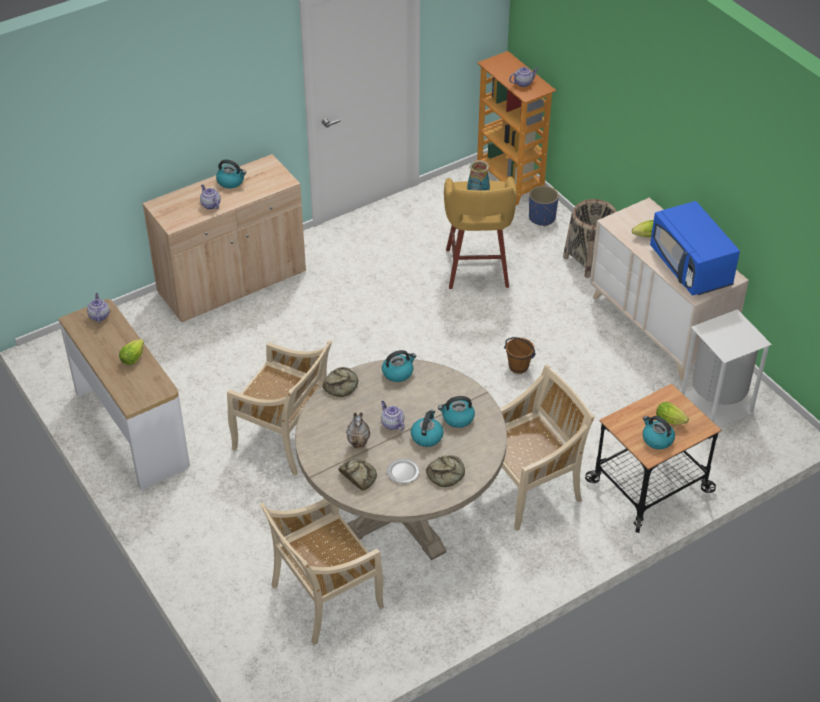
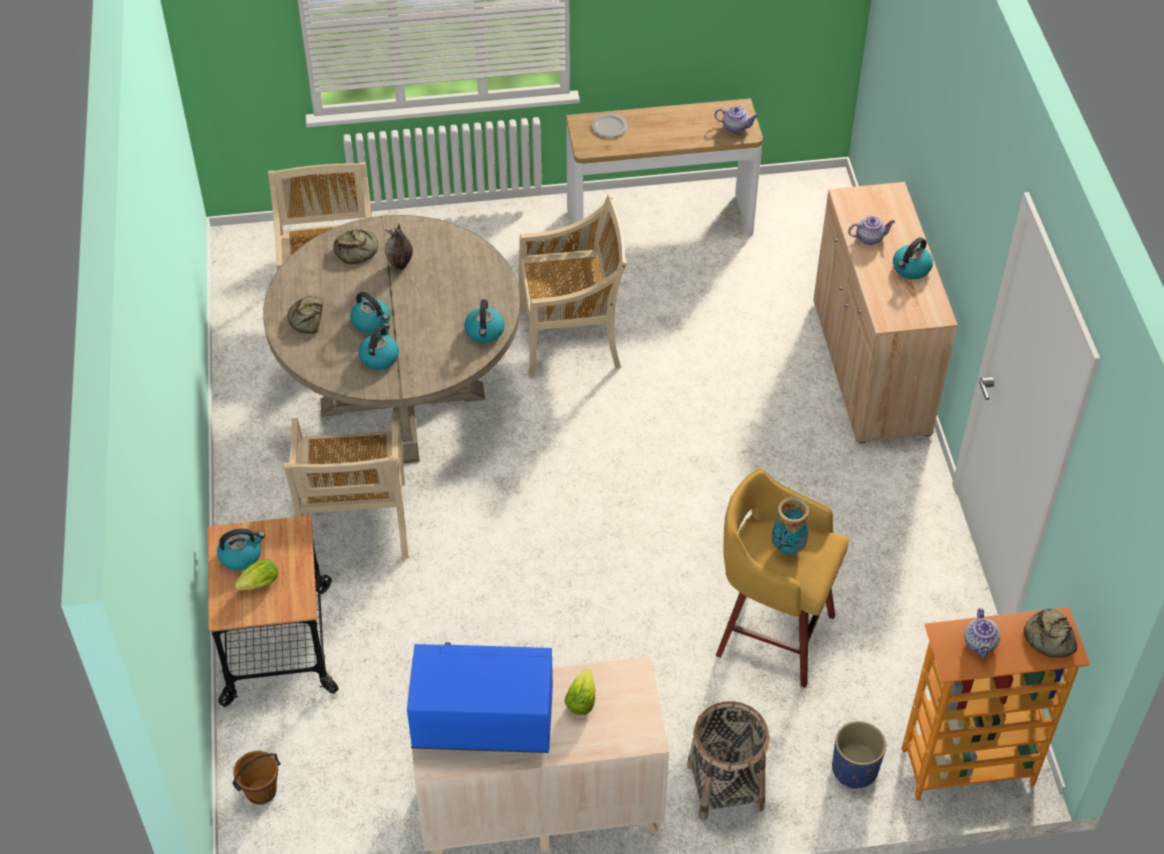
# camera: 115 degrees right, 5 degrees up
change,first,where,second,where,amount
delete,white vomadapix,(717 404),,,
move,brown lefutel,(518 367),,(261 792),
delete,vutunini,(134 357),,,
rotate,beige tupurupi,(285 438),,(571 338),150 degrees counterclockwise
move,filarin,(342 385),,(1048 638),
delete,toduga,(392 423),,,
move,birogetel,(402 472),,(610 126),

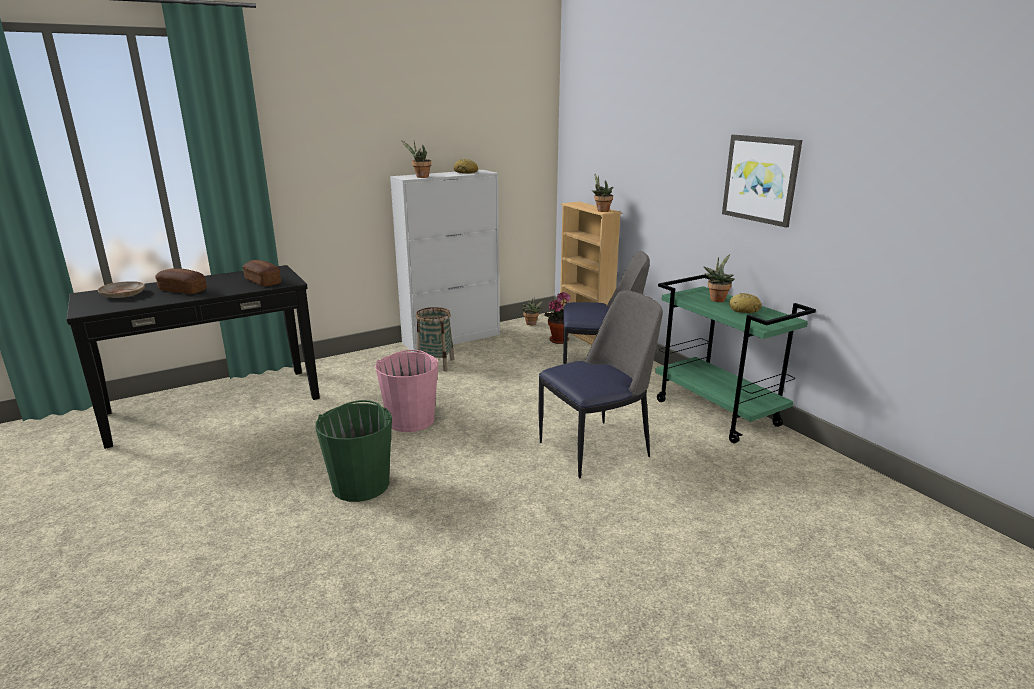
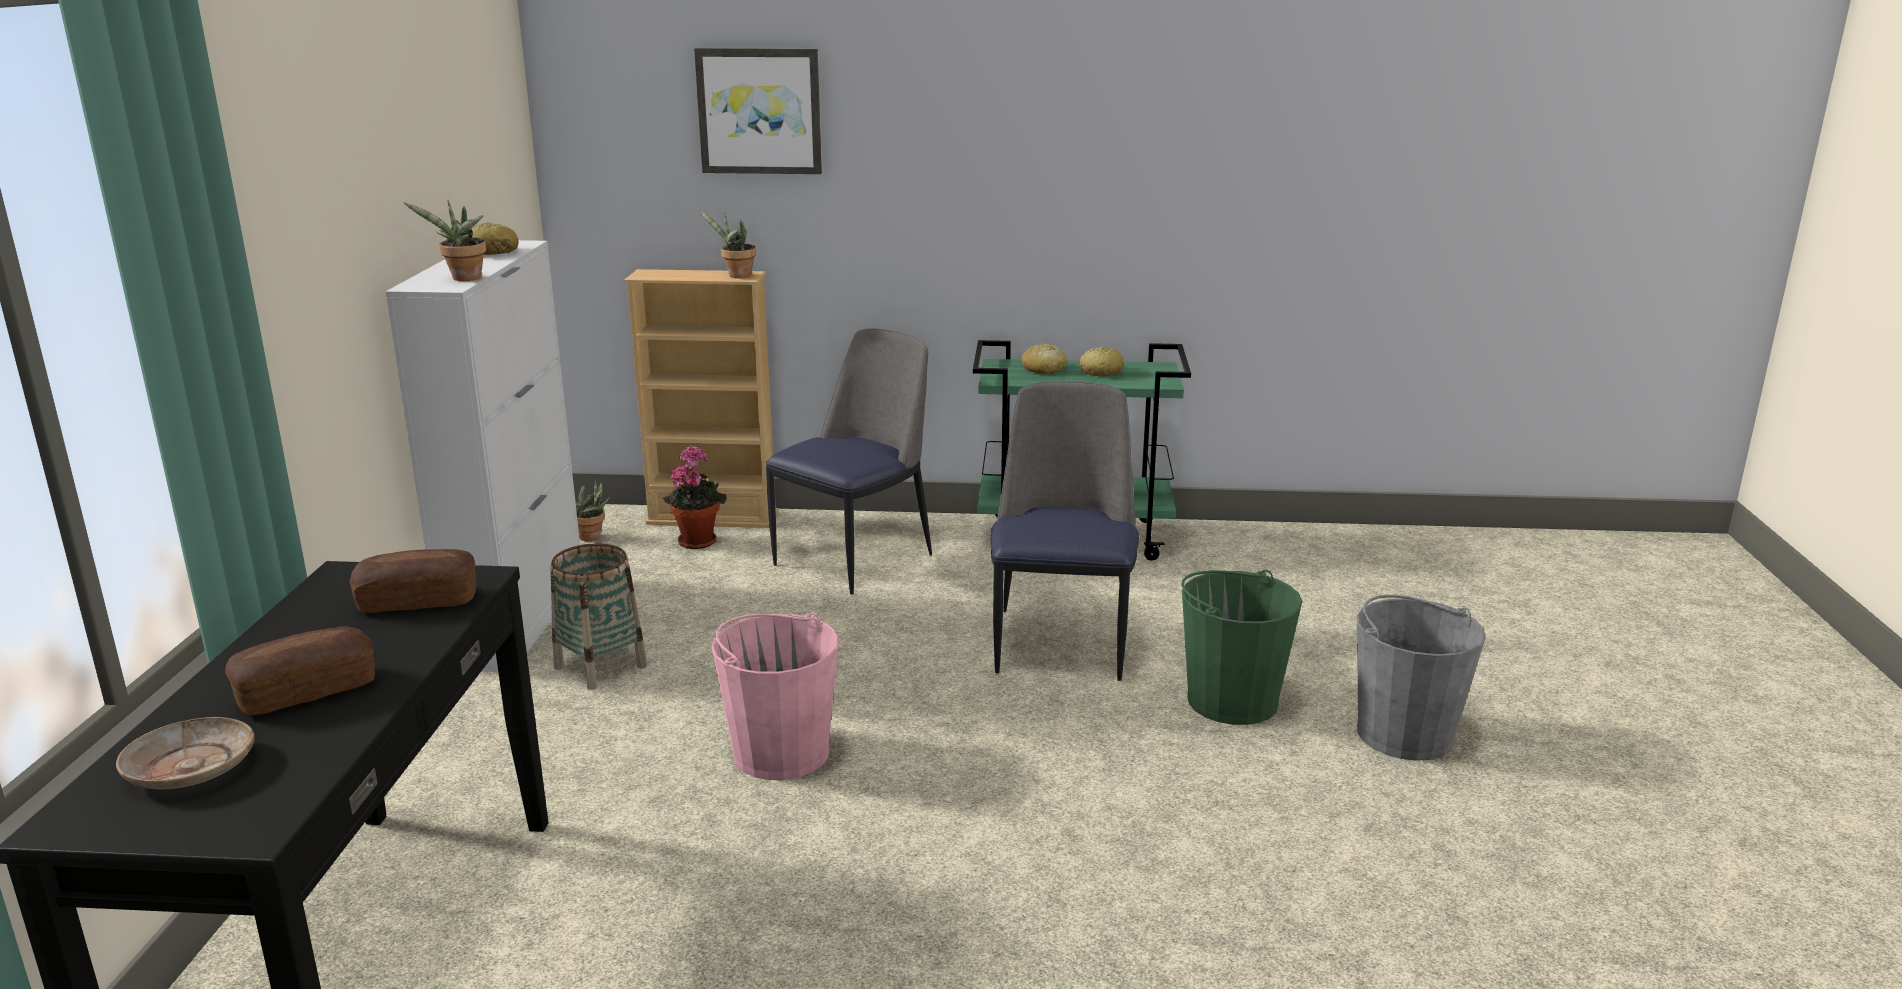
# camera: 55 degrees left, 0 degrees up
change,first,where,second,where,amount
move,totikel,(761 179),,(759 111),
replace,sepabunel,(717 299),filarin,(1044 369),
move,green lefutel,(361 484),,(1231 701),
insert,,,grey lefutel,(1404 734),

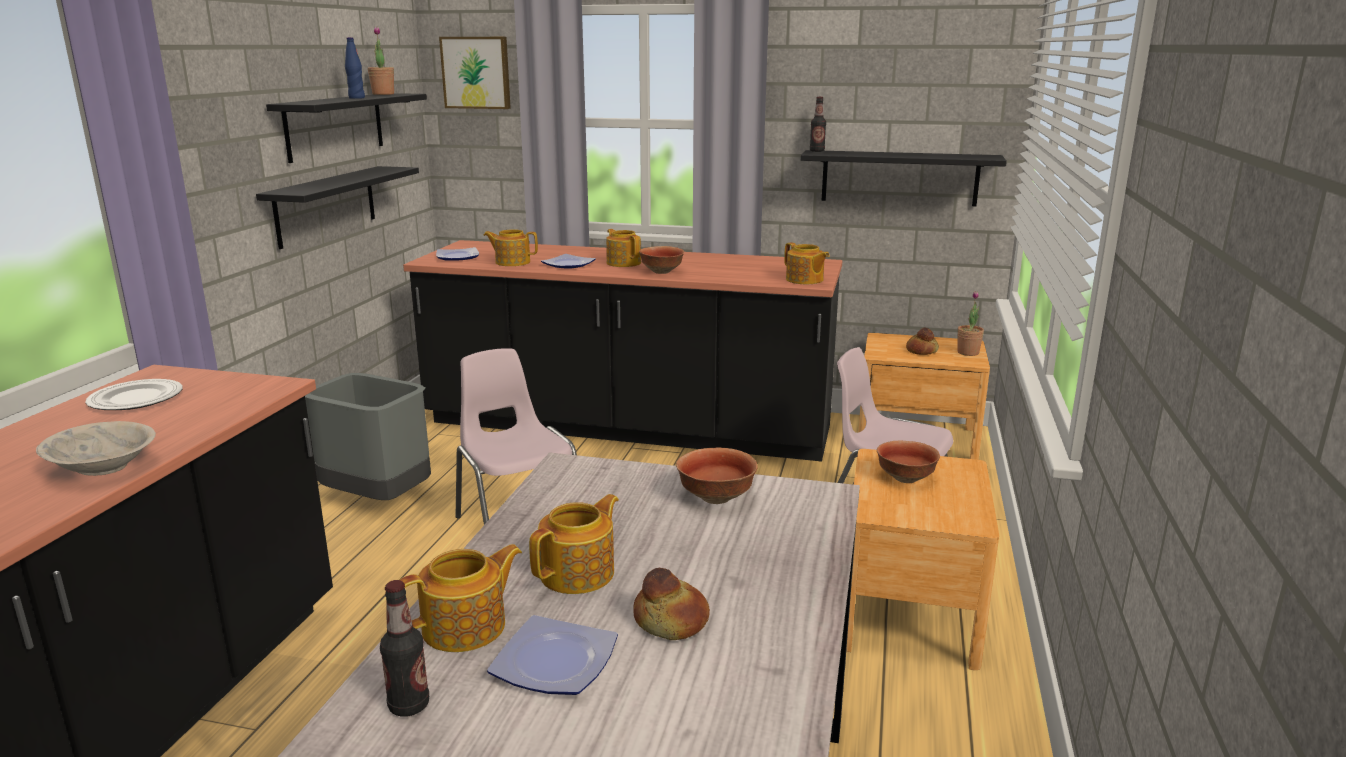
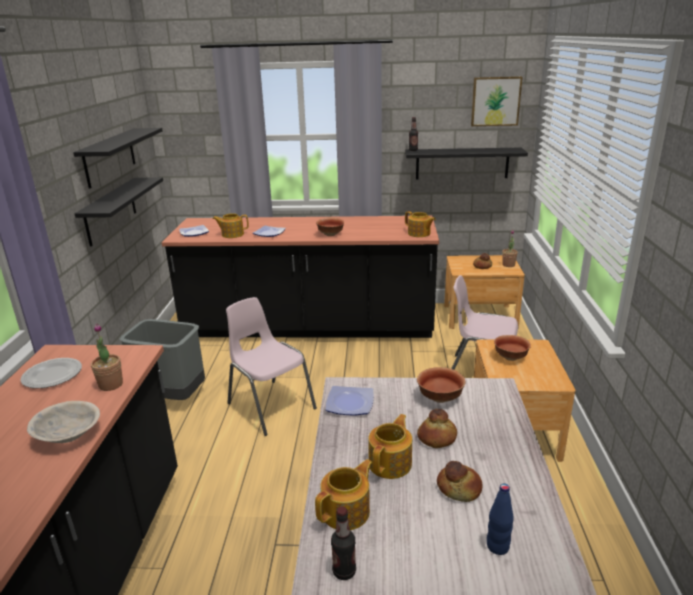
# camera: 10 degrees left, 5 degrees up
change,first,where,second,where,amount
move,sepabunel,(383 94),,(111 385),
move,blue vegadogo,(356 98),,(497 546),
move,totikel,(476 72),,(495 101),
delete,toduga,(623 263),,,
move,birogetel,(557 662),,(351 403),
insert,,,filarin,(437 438),

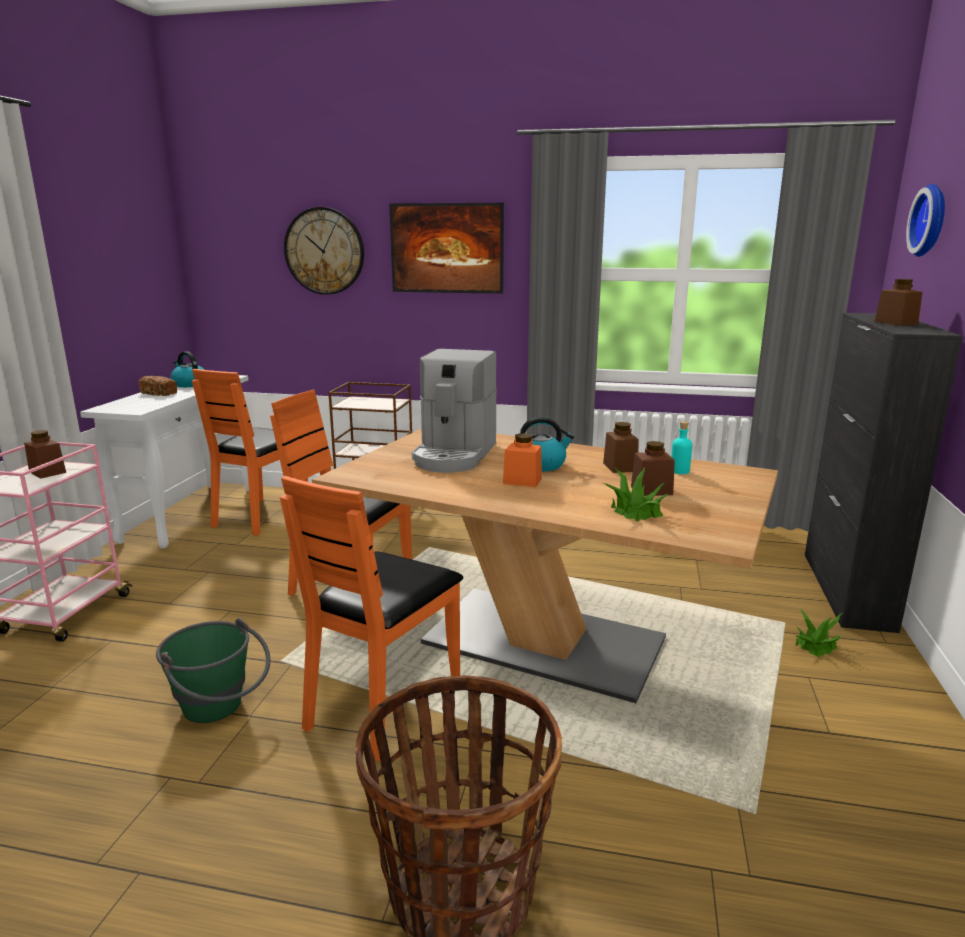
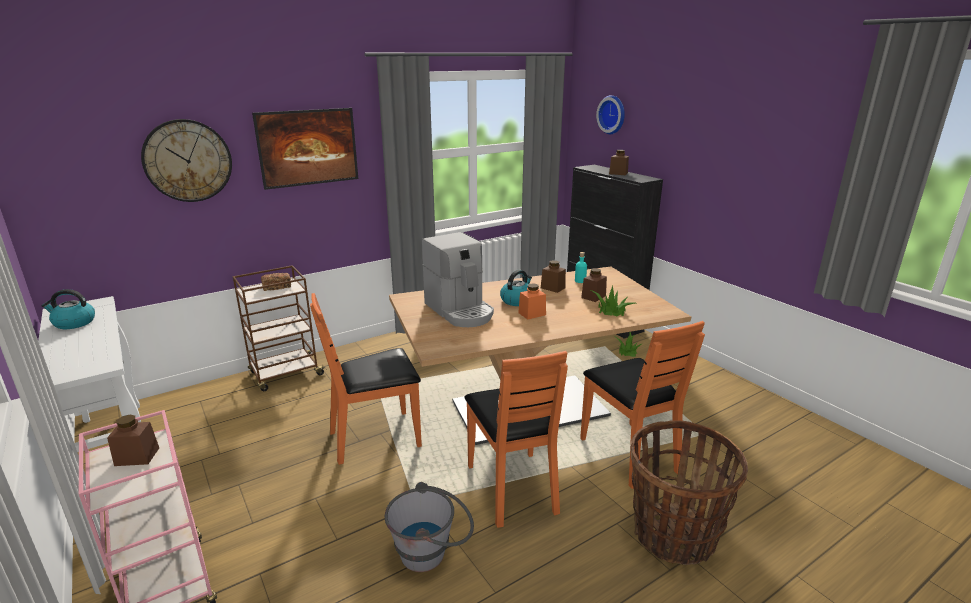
# camera: 45 degrees left, 5 degrees up
change,first,where,second,where,amount
move,orange tupurupi,(261 516),,(629 454),
move,filarin,(159 393),,(277 287),
recolor,green lefutel,(220 709),grey lefutel,(432 552),

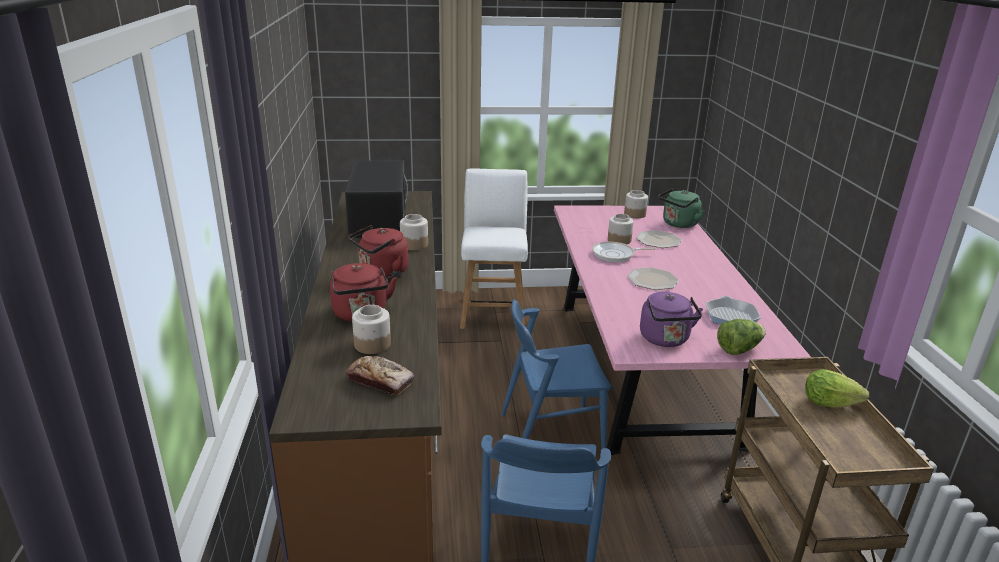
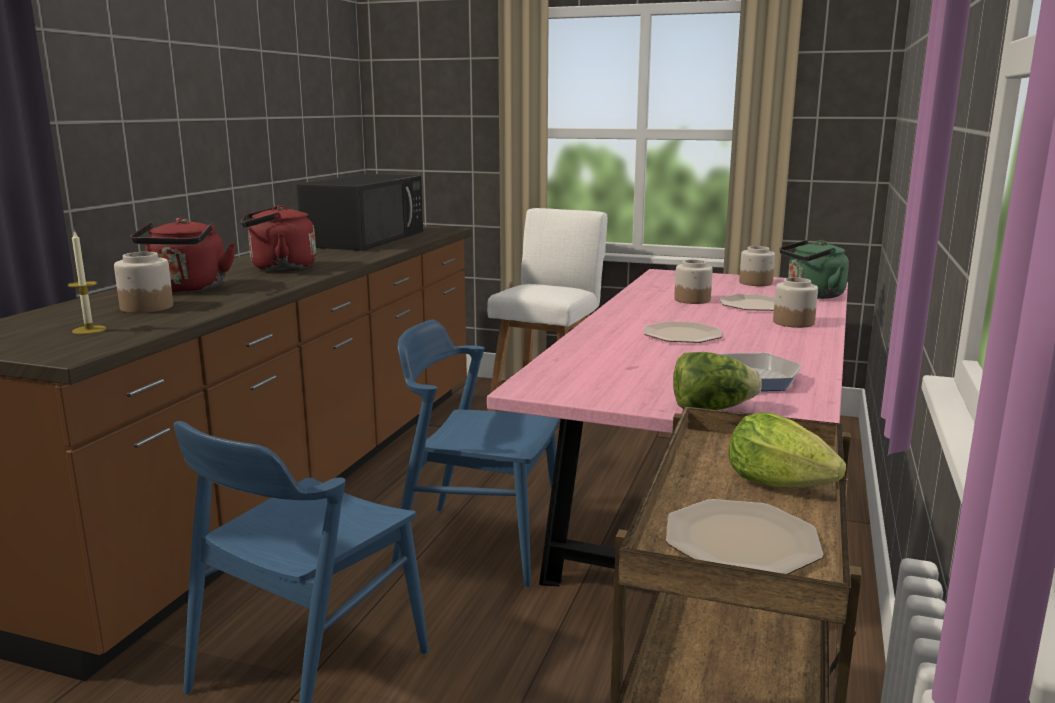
# camera: 25 degrees right, 10 degrees down
change,first,where,second,where,amount
move,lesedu,(414 245),,(793 322),
delete,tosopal,(615 255),,,
delete,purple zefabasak,(666 340),,,
replace,filarin,(380 381),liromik,(89 330),
insert,,,birogetel,(743 540),

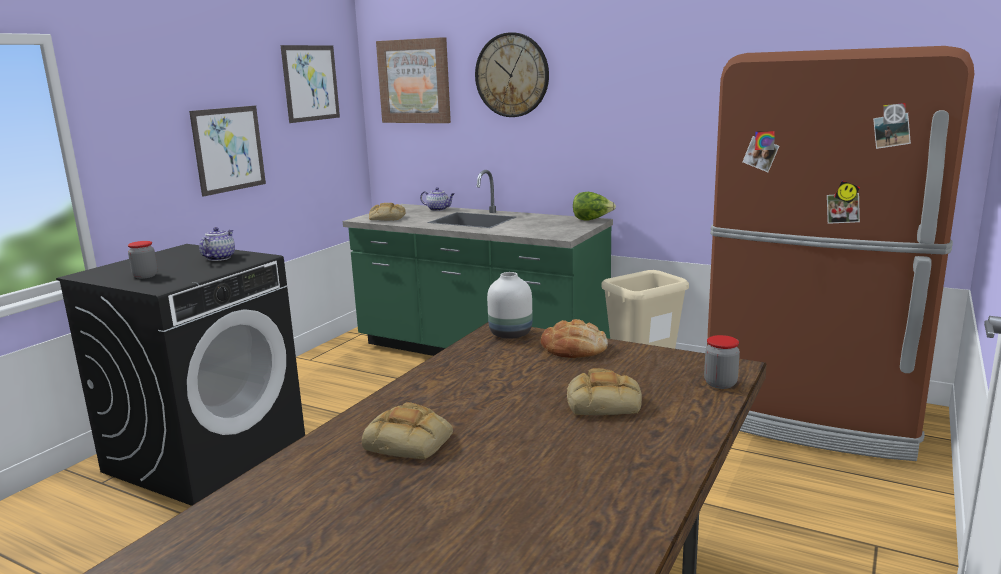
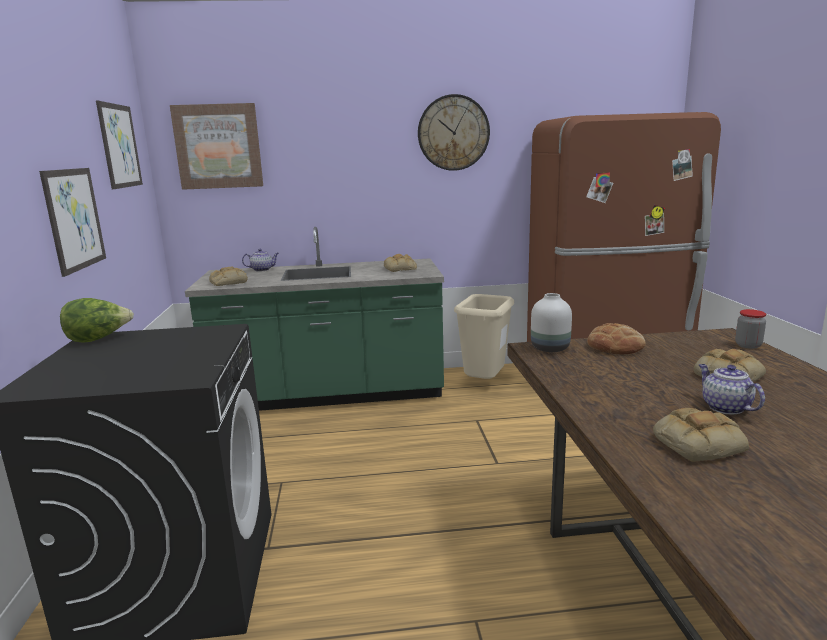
# camera: 35 degrees left, 0 degrees up
change,first,where,second,where,amount
move,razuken,(512 75),,(453 133),
move,vutunini,(592 220),,(98 339),
move,toduga,(219 258),,(724 407),
delete,lesedu,(145 276),,,
insert,,,filarin,(400 269),

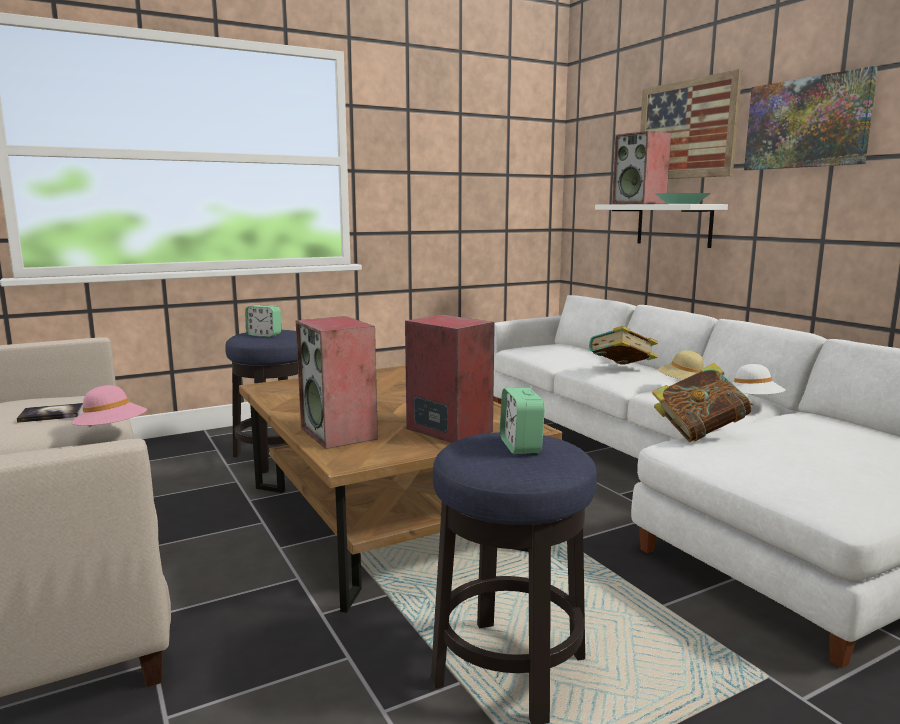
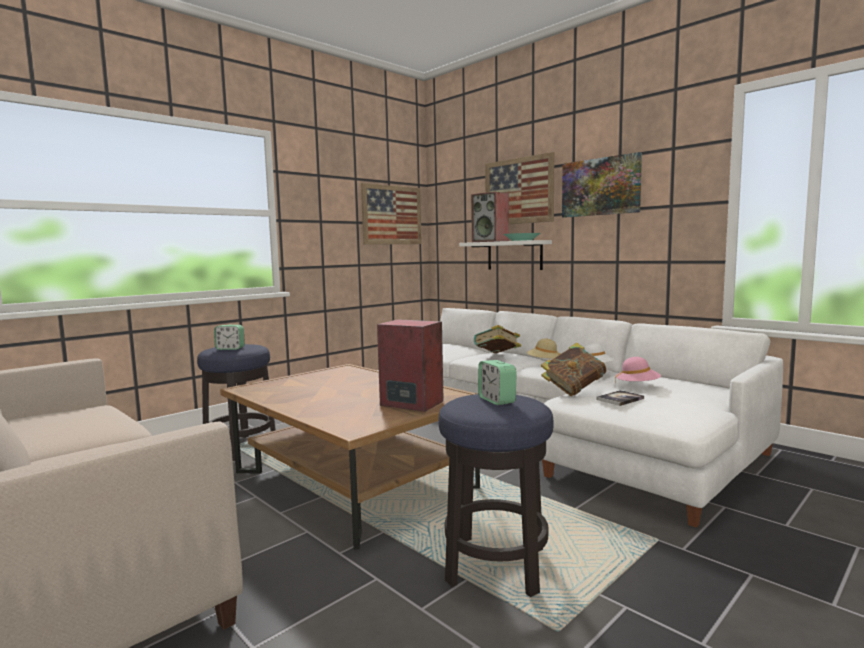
# camera: 15 degrees left, 5 degrees down
change,first,where,second,where,amount
delete,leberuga,(340 434),,,
move,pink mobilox,(112 432),,(637 386),
move,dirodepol,(51 414),,(620 399),
insert,,,totikel,(392 215),

